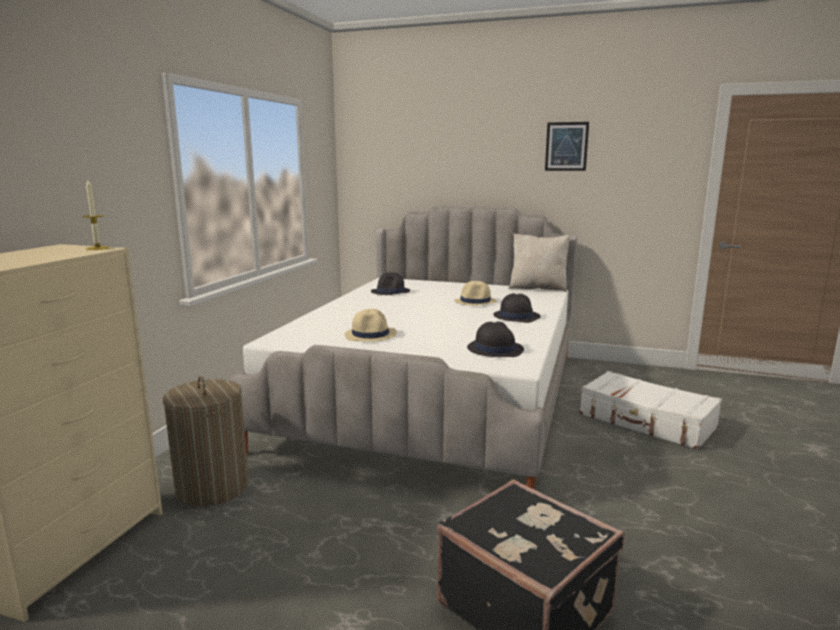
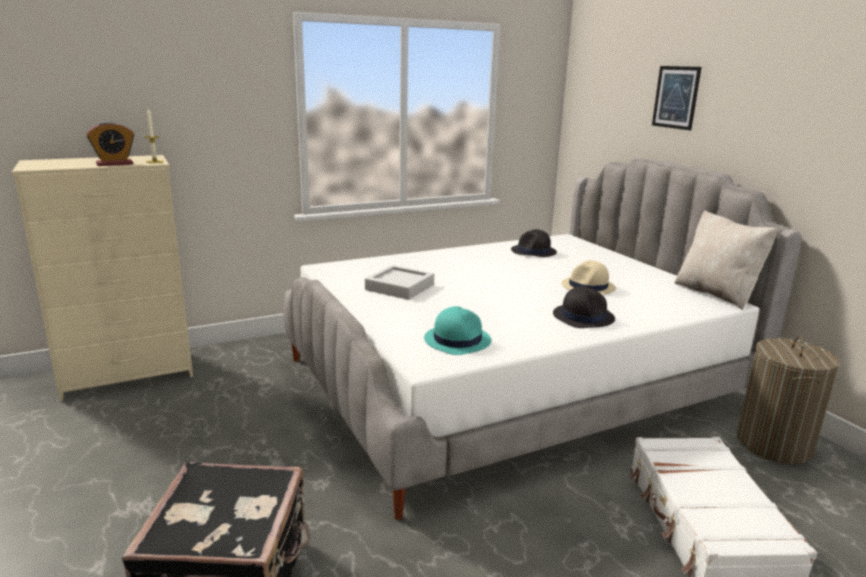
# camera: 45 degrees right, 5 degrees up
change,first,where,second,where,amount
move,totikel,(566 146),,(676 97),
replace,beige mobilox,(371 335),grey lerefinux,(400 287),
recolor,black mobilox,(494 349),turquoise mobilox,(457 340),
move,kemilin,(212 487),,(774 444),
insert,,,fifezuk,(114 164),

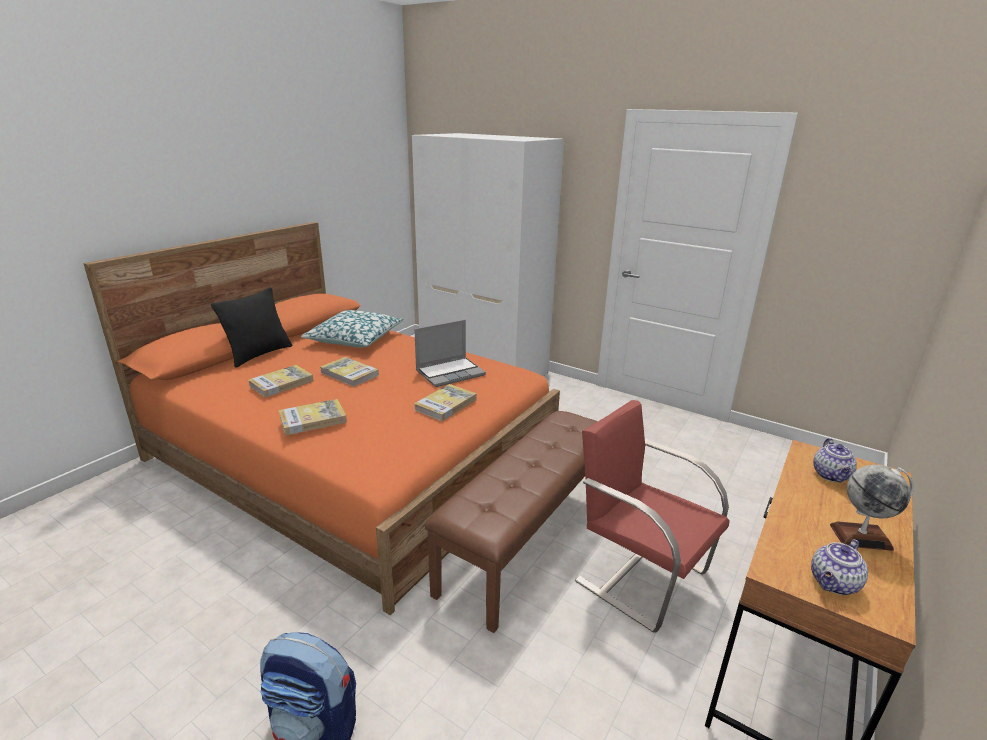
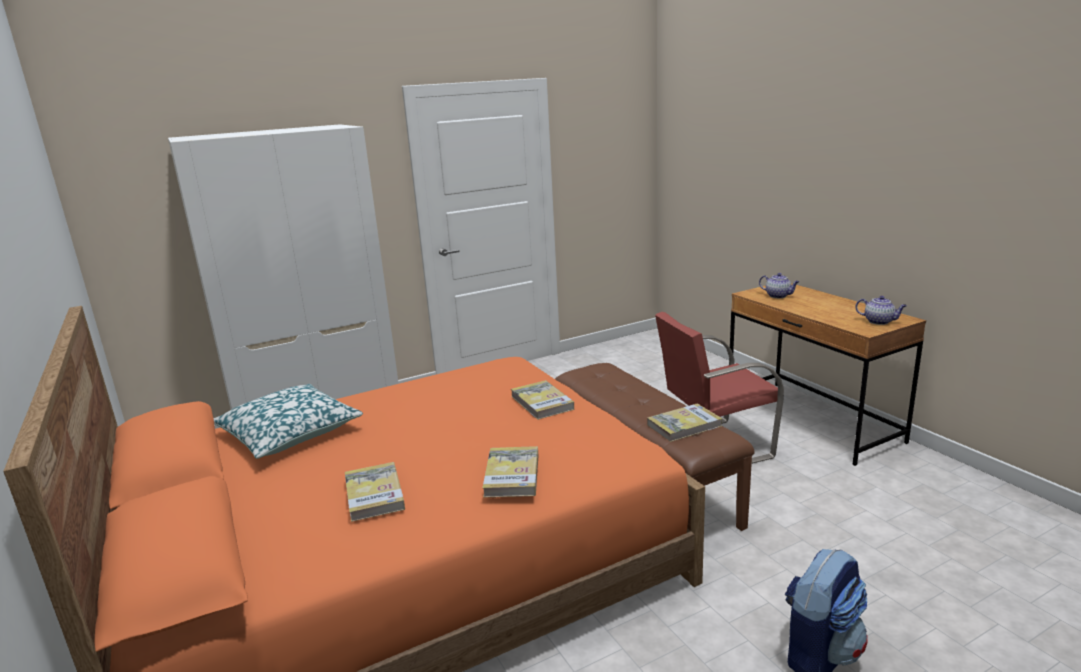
# camera: 60 degrees left, 5 degrees down
change,first,where,second,where,amount
delete,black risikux,(259 354),,,
delete,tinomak,(450 373),,,
move,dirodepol,(349 374),,(684 425),
delete,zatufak,(861 537),,,
rotate,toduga,(833 583),,(879 321),45 degrees counterclockwise

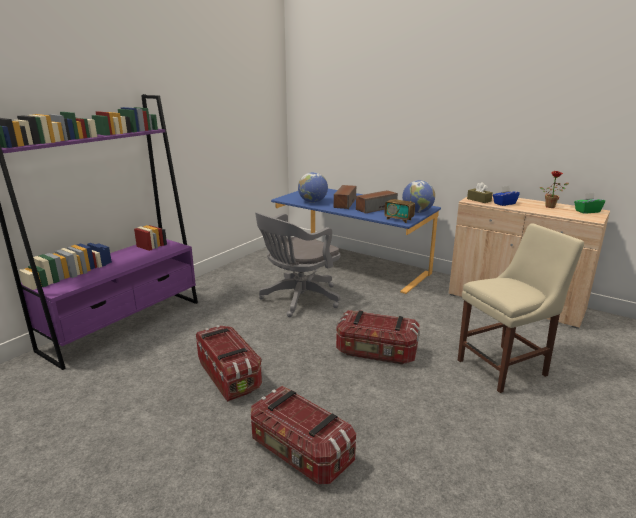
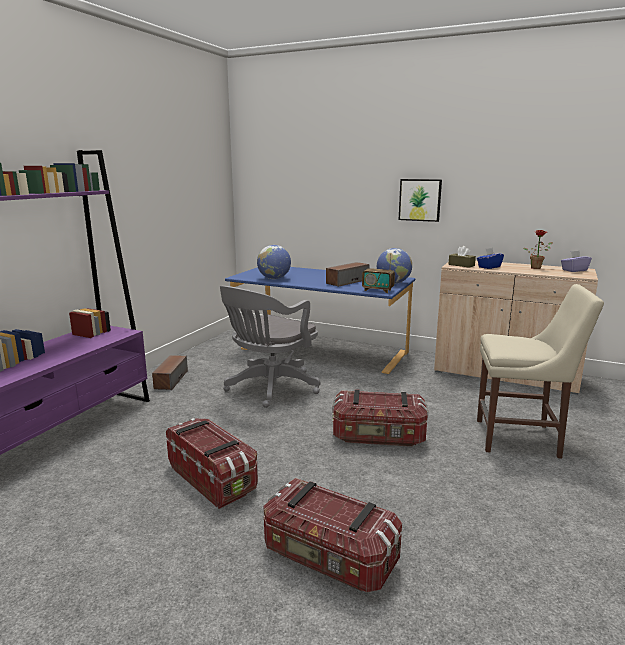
# camera: 10 degrees left, 5 degrees down
change,first,where,second,where,amount
move,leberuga,(344 203),,(171 379),
recolor,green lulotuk,(587 211),purple lulotuk,(574 270),
rotate,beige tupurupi,(505 367),,(522 439),45 degrees clockwise
insert,,,totikel,(420 200),

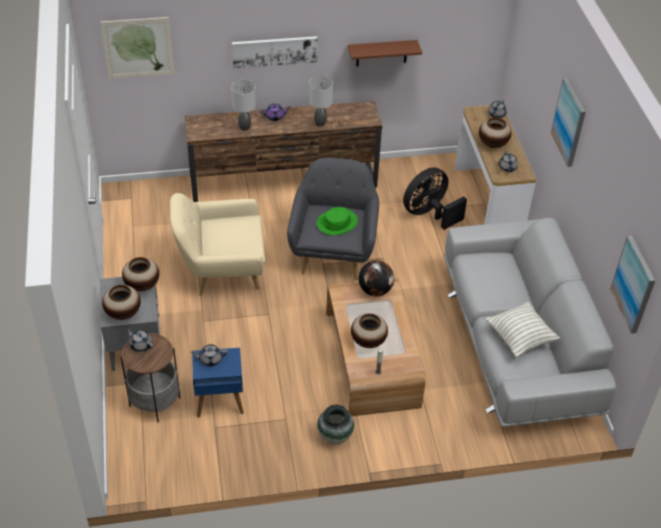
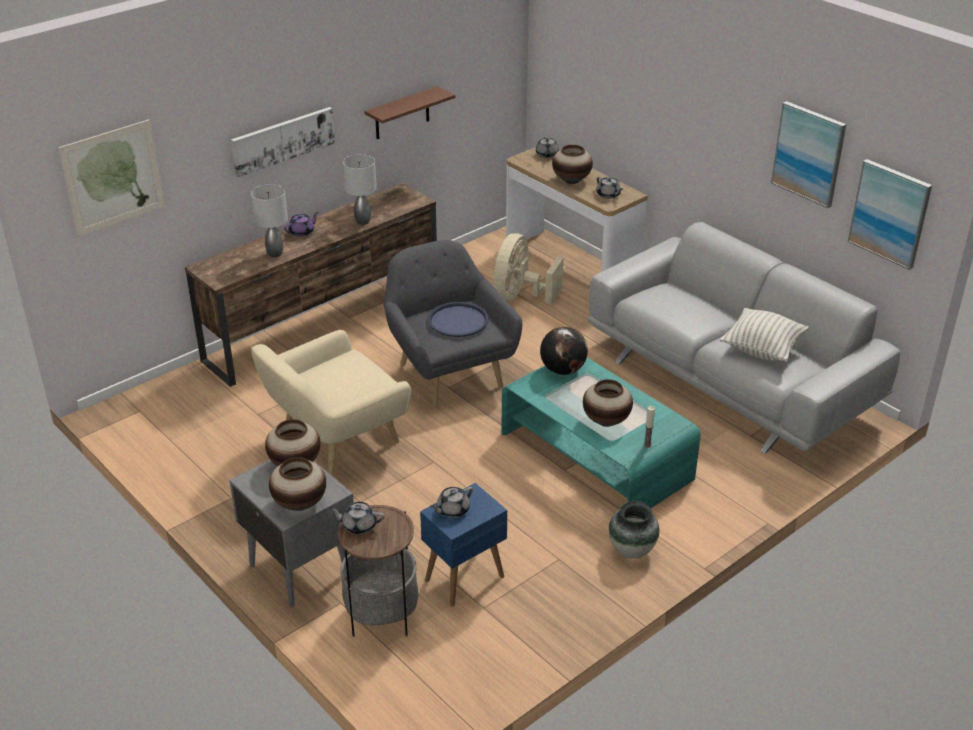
# camera: 30 degrees left, 10 degrees down
change,first,where,second,where,amount
move,totikel,(569 122),,(809 153),
recolor,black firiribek,(429 214),beige firiribek,(520 296),
replace,green mobilox,(337 222),blue lerefinux,(458 320),
recolor,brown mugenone,(372 359),turquoise mugenone,(595 456),

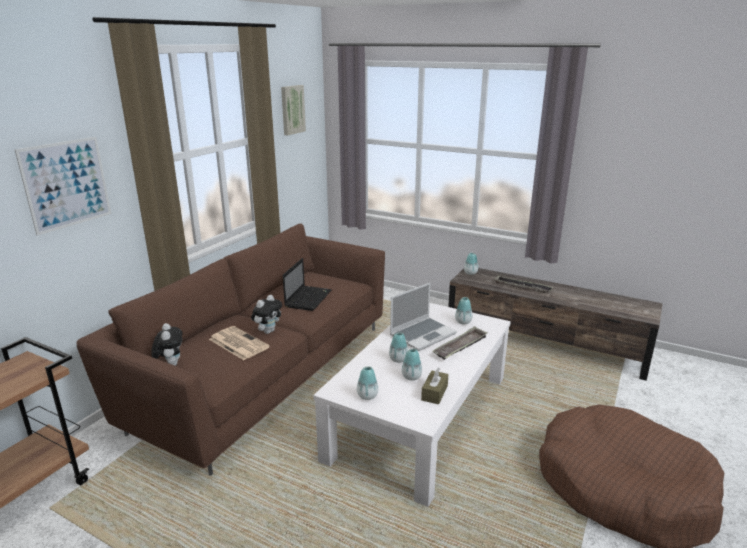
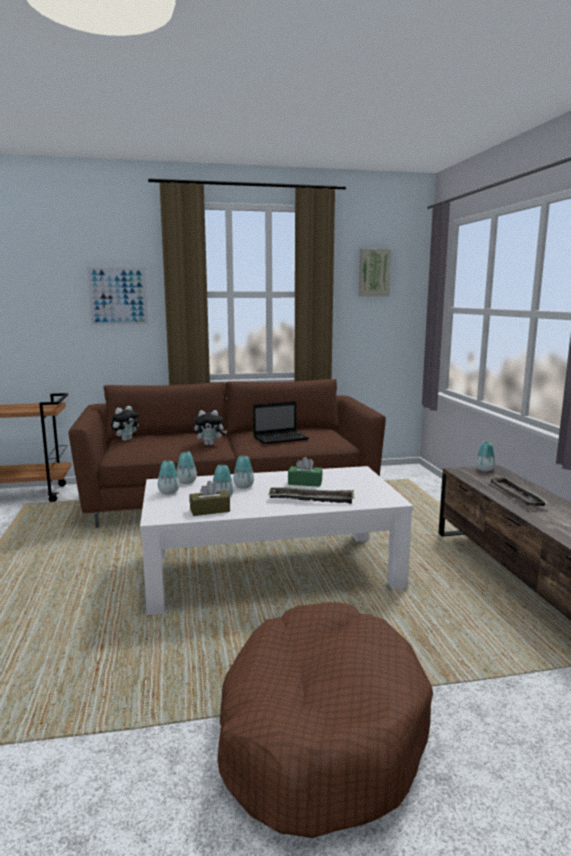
# camera: 50 degrees right, 10 degrees down
change,first,where,second,where,amount
replace,tinomak,(422 334),green lulotuk,(305 483),
move,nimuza,(463 322),,(186 482),
delete,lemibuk,(238 343),,,

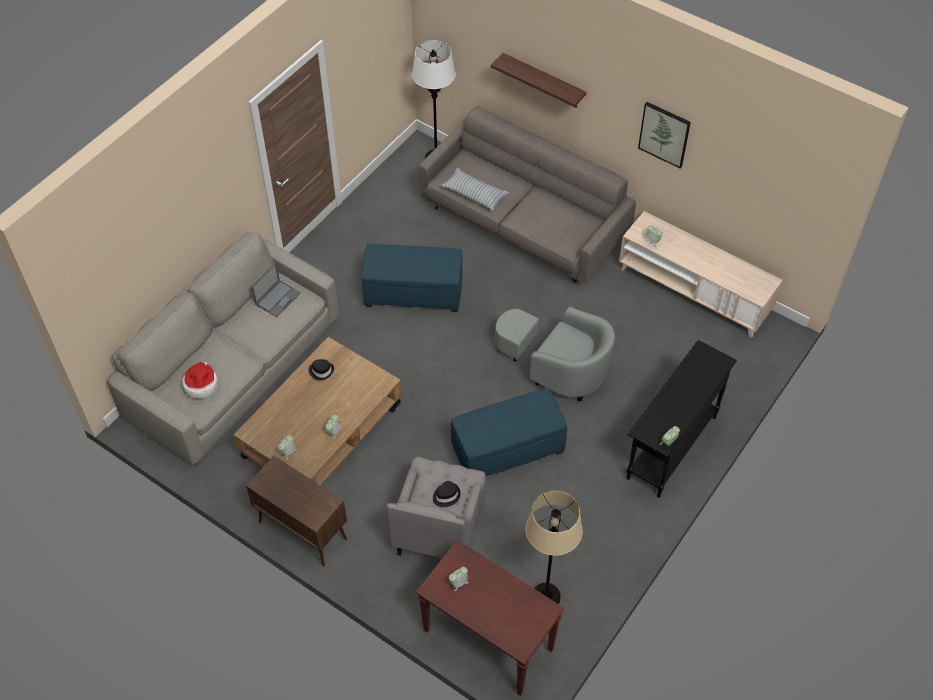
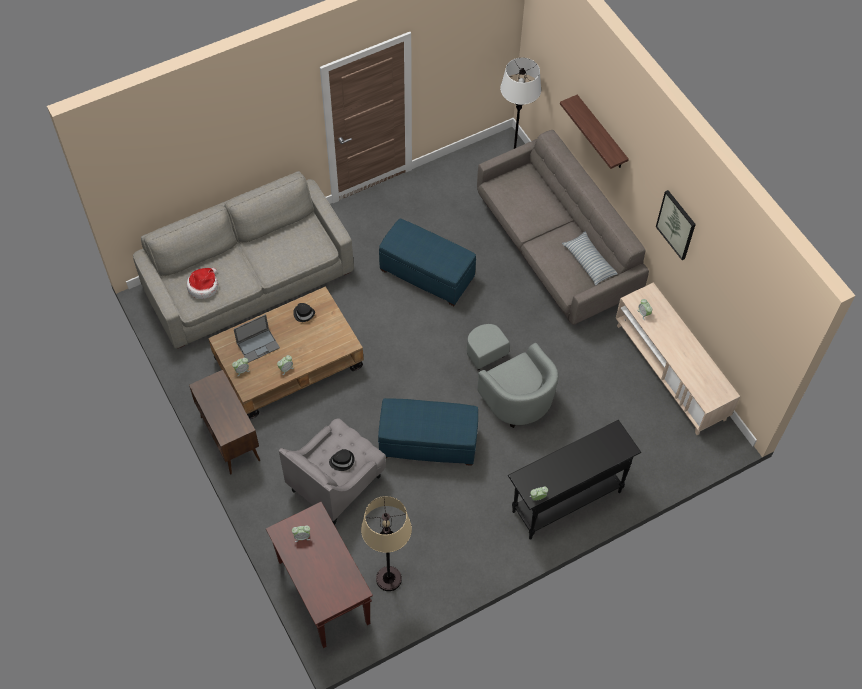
# camera: 25 degrees right, 5 degrees up
change,first,where,second,where,amount
move,risikux,(474 194),,(589 262),
move,tinomak,(278 298),,(258 345),

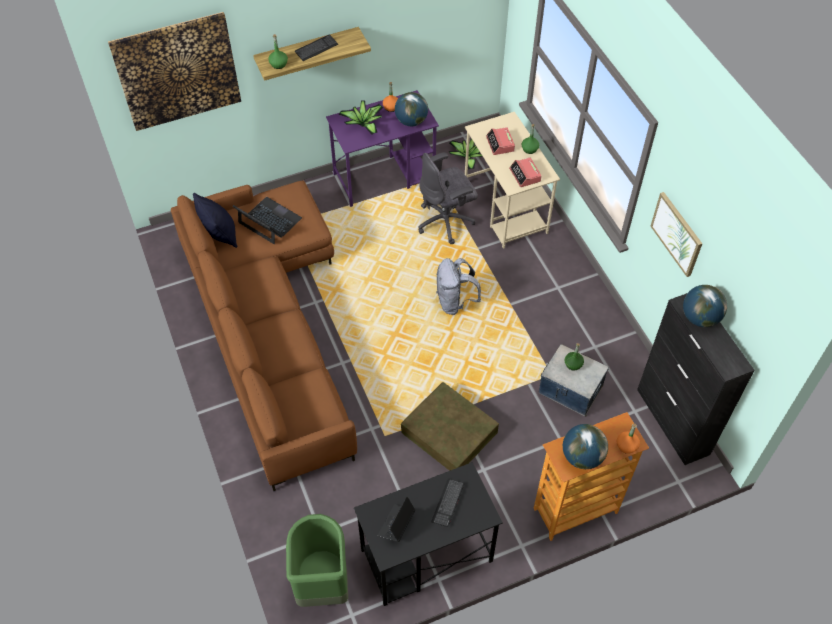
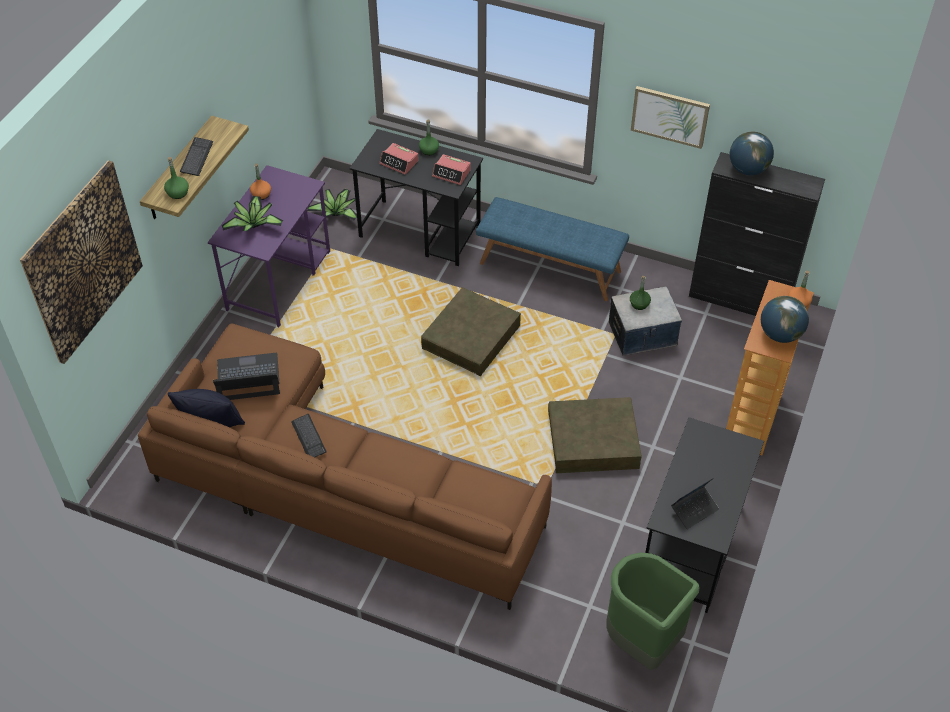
# camera: 45 degrees left, 5 degrees down
change,first,where,second,where,amount
delete,zatufak,(411 121),,,
recolor,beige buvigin,(505 208),black buvigin,(420 233),
delete,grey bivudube,(446 221),,,
replace,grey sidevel,(455 302),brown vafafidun,(471 337),
move,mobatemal,(448 503),,(309 437),
rotate,tinomak,(396 524),,(694 510),105 degrees counterclockwise
insert,,,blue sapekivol,(550 266),

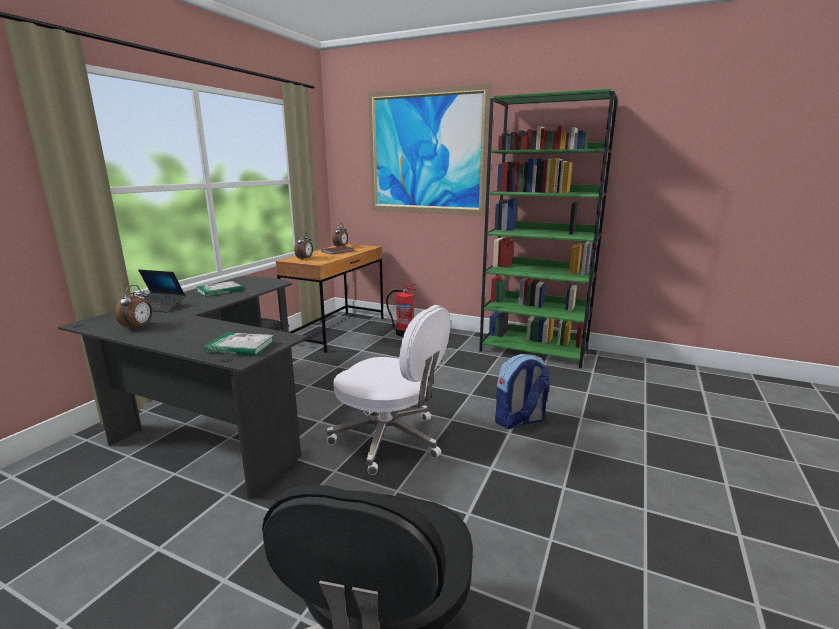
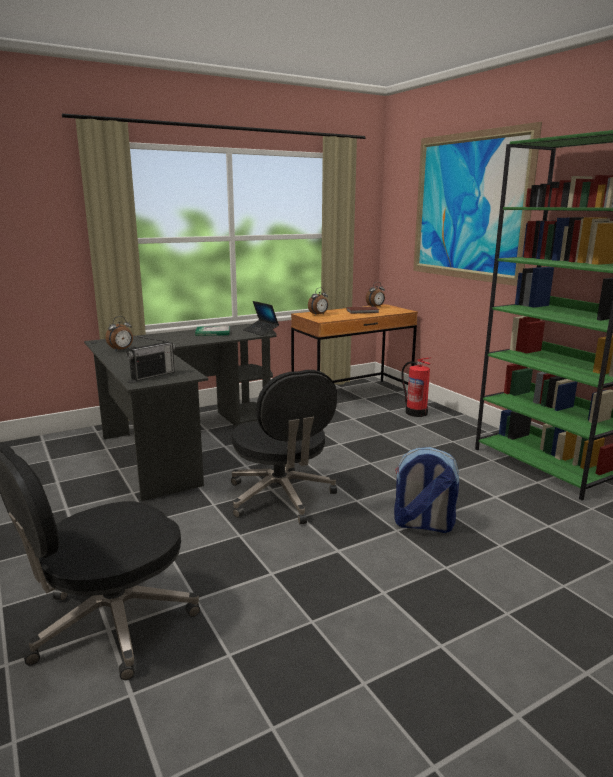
# camera: 35 degrees right, 0 degrees up
change,first,where,second,where,amount
move,tinomak,(160 307),,(261 331),
recolor,white bivudube,(389 440),black bivudube,(281 498),
replace,dirodepol,(240 346),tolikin,(153 375),

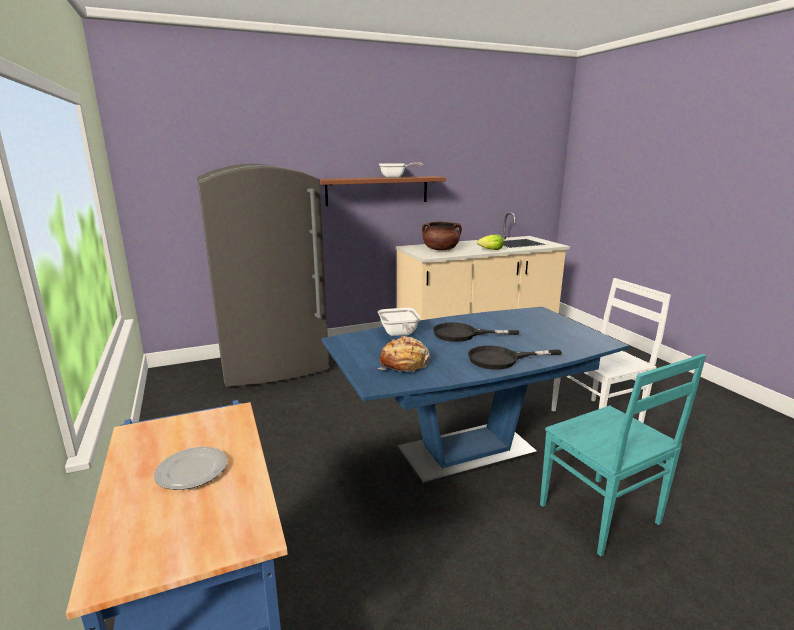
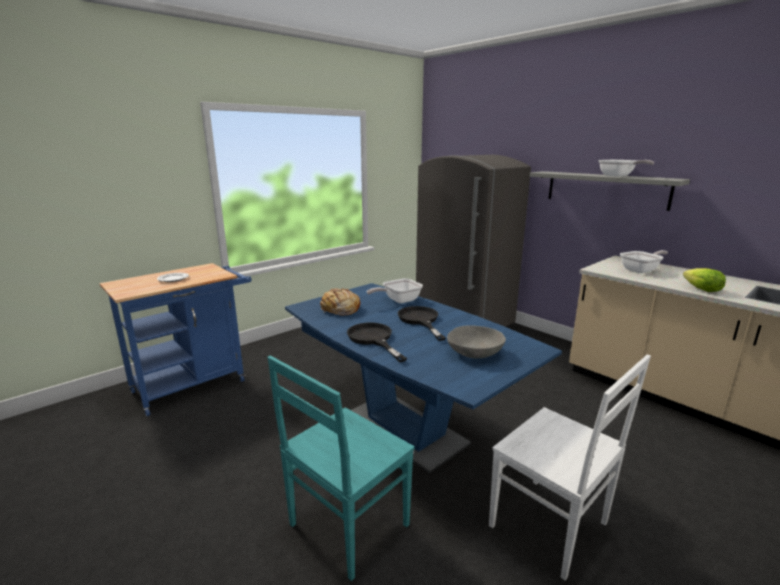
# camera: 70 degrees right, 0 degrees up
change,first,where,second,where,amount
recolor,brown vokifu,(377 190),grey vokifu,(605 189),
replace,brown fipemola,(441 249),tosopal,(641 270),
insert,,,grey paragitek,(475 352),

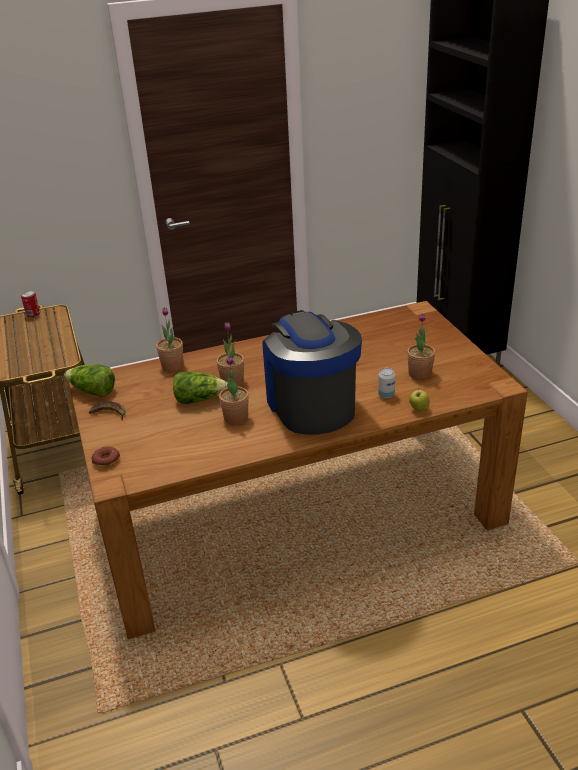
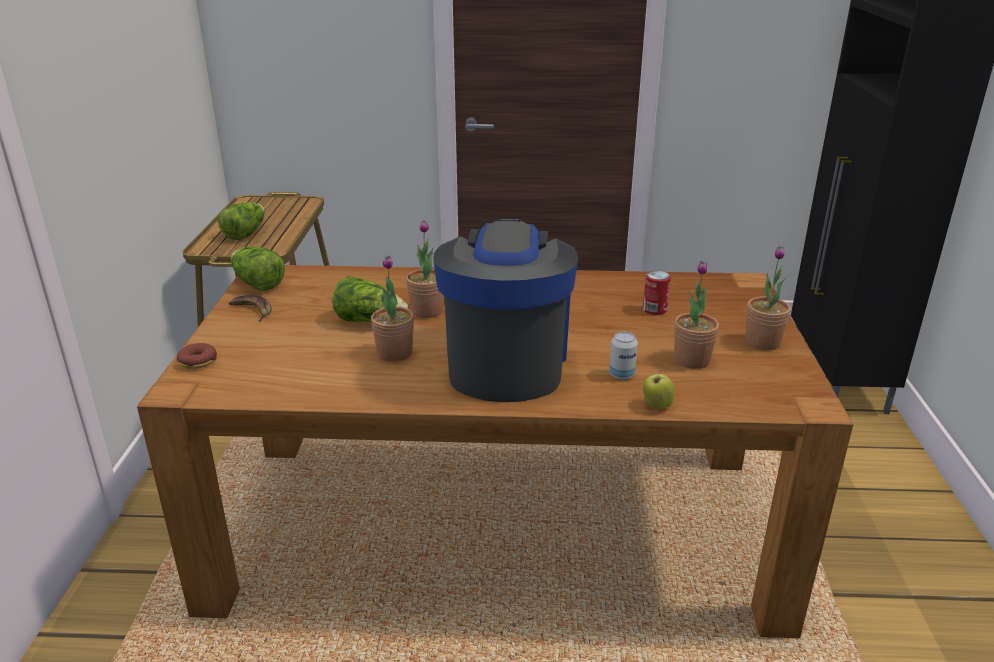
# camera: 20 degrees right, 5 degrees down
change,first,where,second,where,amount
move,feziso,(33 314),,(654 310),
move,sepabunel,(172 366),,(762 342),
insert,,,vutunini,(245 233),

